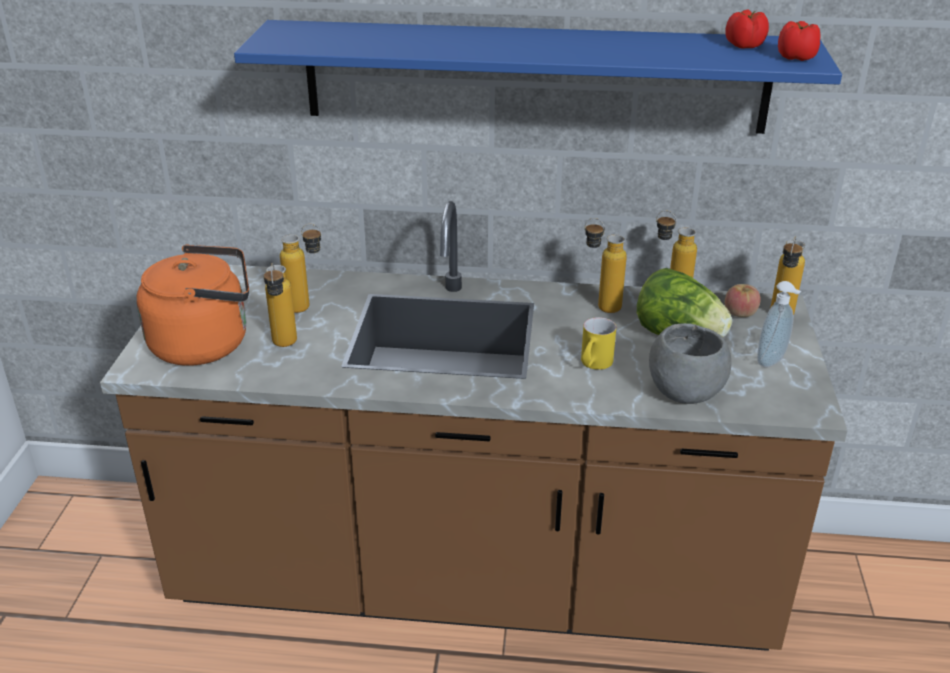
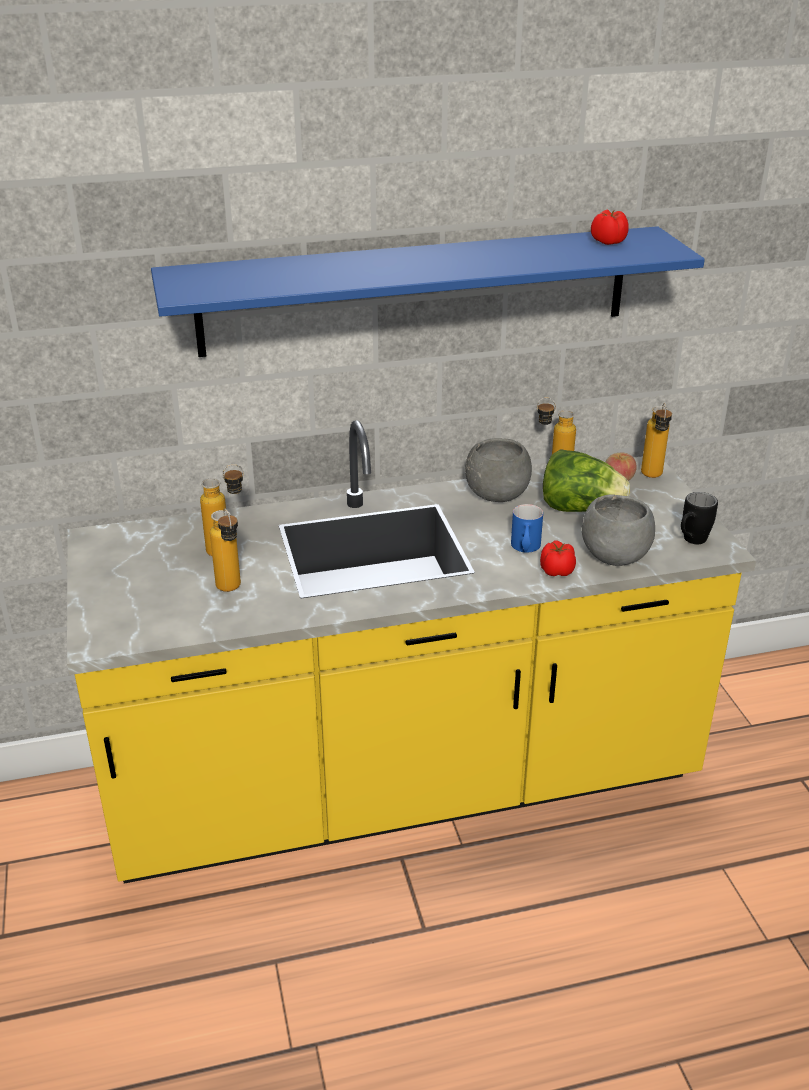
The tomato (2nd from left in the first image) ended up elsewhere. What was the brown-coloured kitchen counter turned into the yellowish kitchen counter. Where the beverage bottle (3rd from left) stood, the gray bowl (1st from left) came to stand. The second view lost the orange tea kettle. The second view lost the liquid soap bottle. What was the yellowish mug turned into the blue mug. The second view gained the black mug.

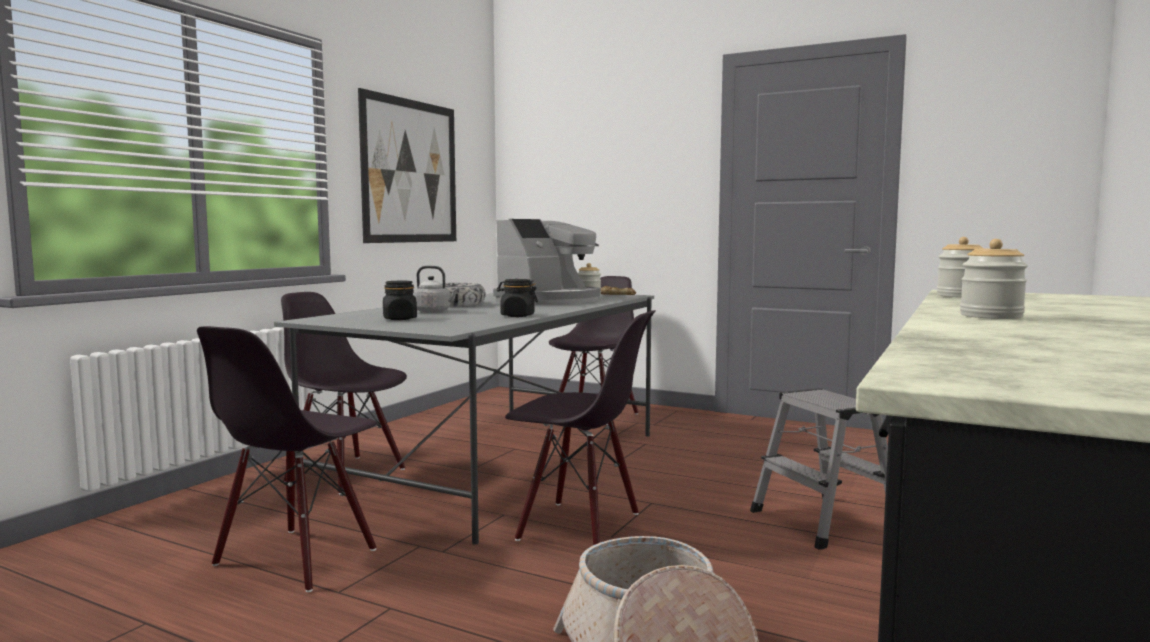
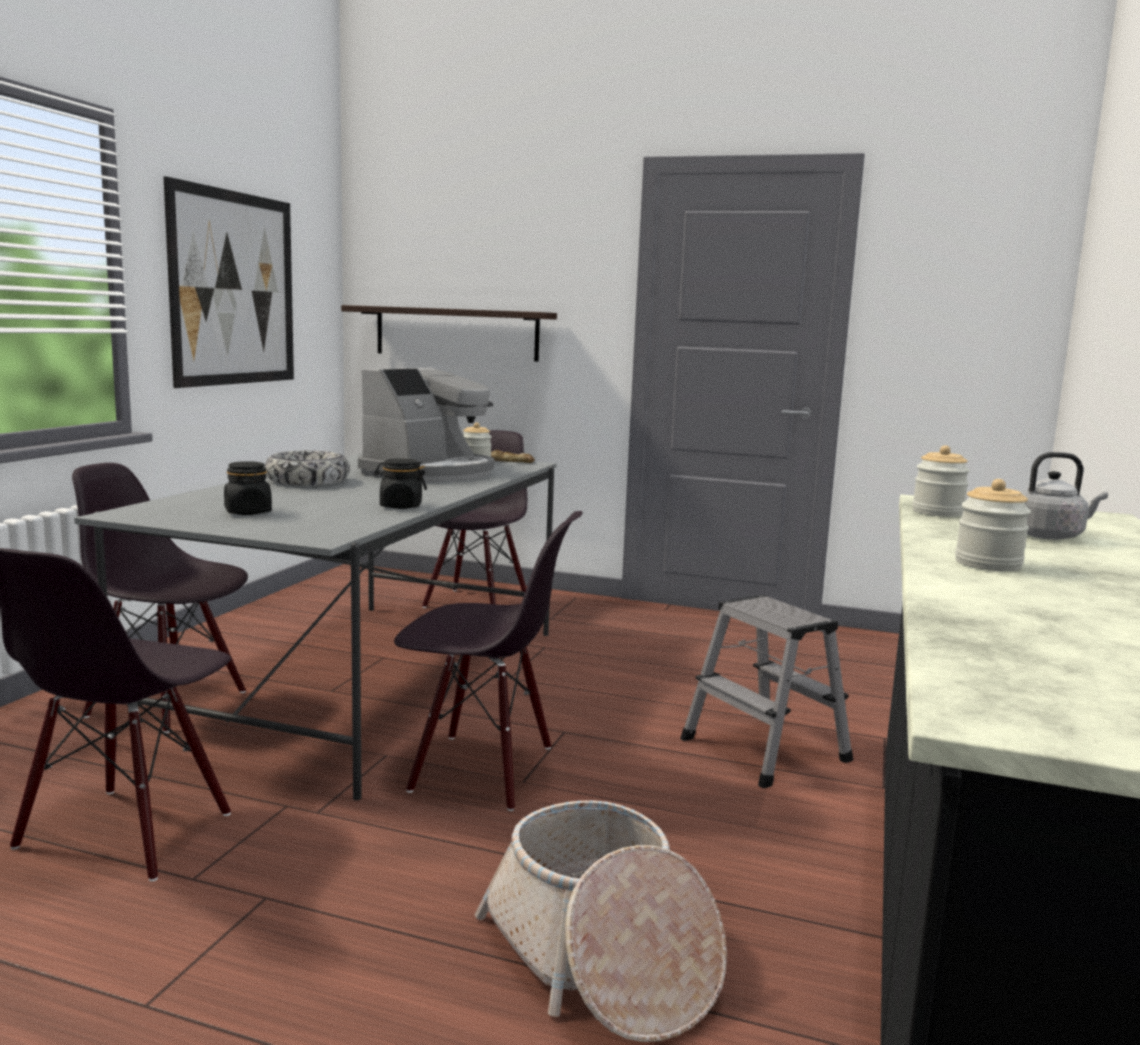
The gray tea kettle ended up elsewhere. The second view gained the bracket shelf.

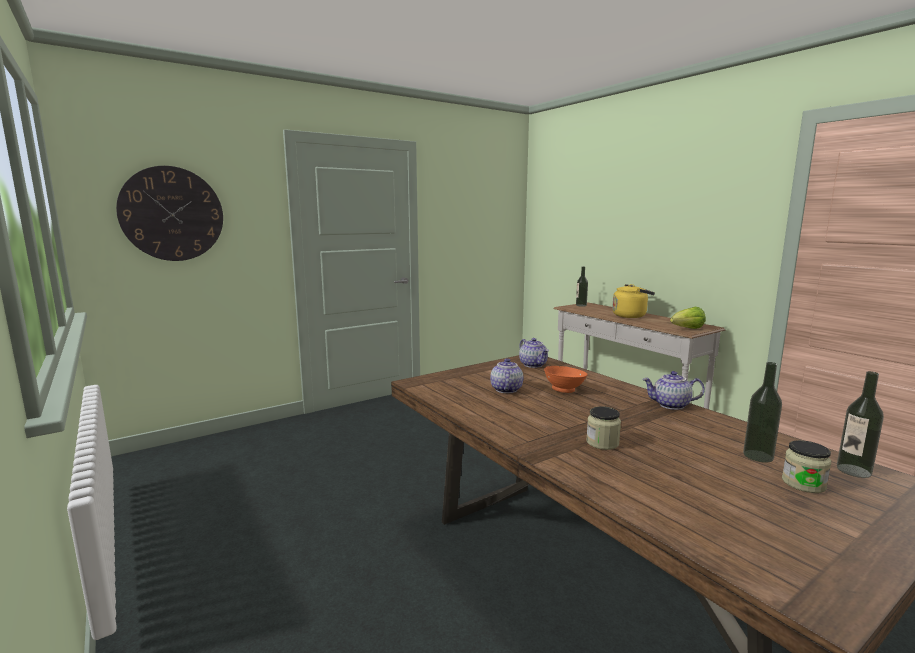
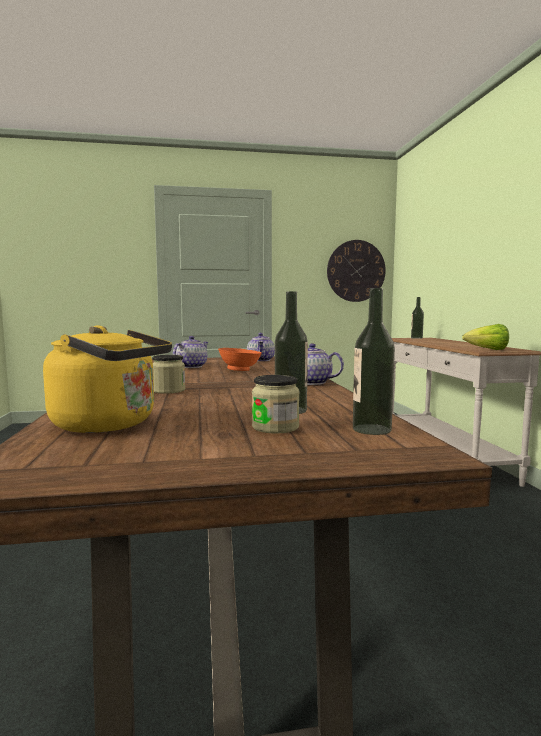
The clock on the wall ended up elsewhere. The yellowish tea kettle ended up elsewhere.

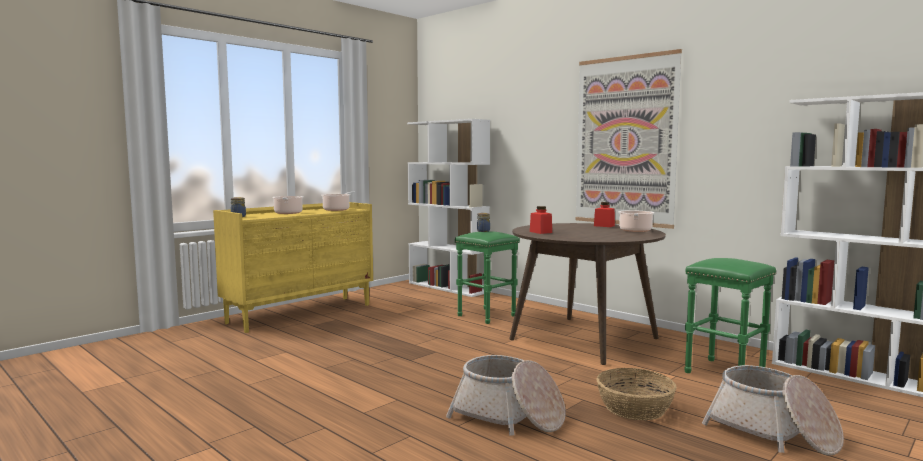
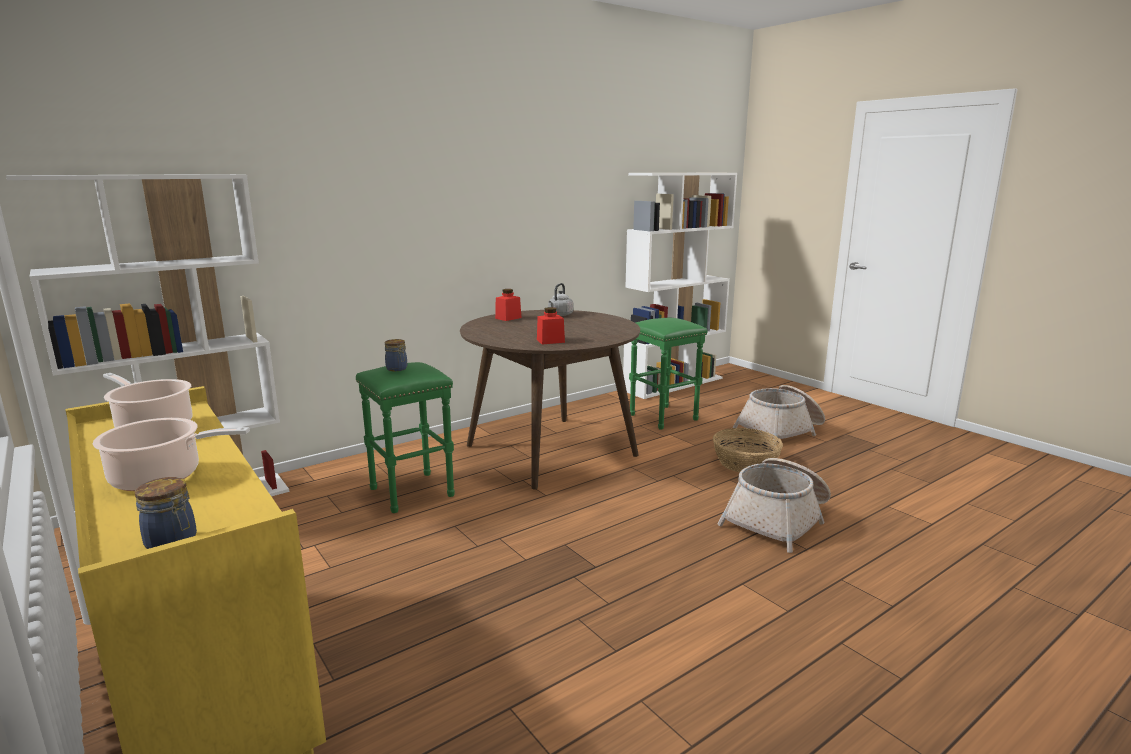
The second view lost the picture. Where the cooking pot (3rd from left) stood, the gray tea kettle came to stand.

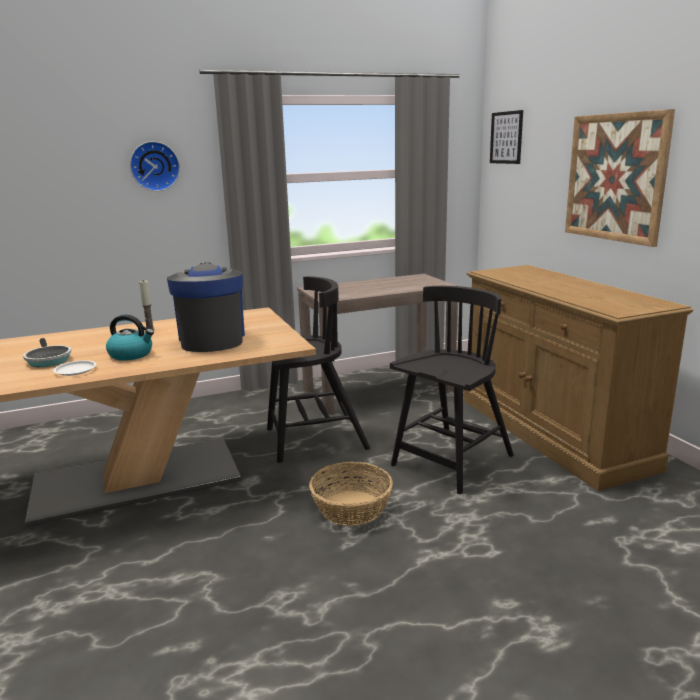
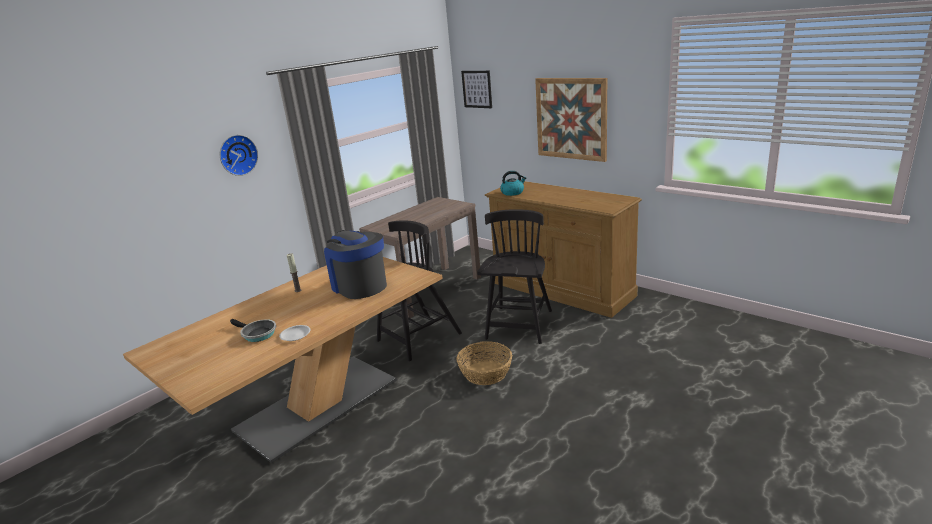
The tea kettle ended up elsewhere.

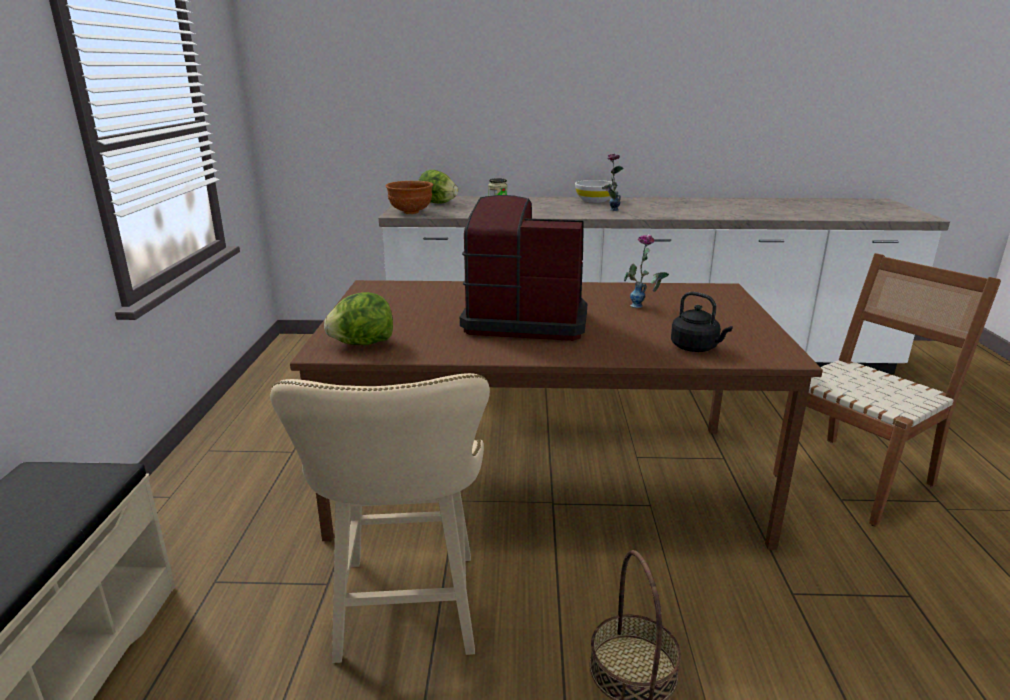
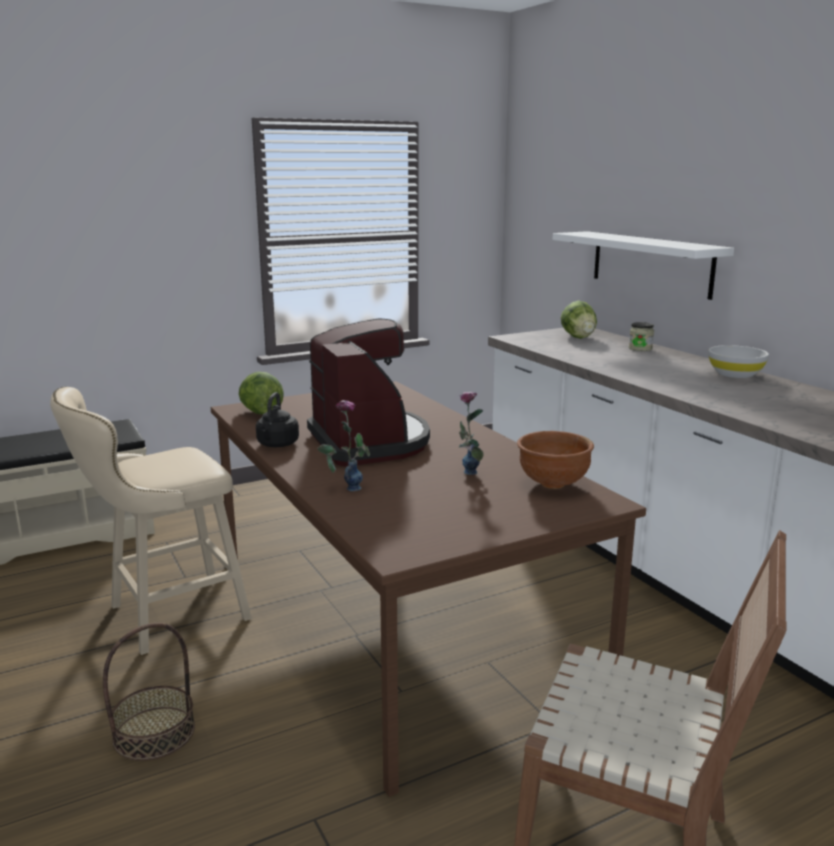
The vase (1st from left) ended up elsewhere. The brown-coloured bowl ended up elsewhere. The black tea kettle ended up elsewhere. The second view gained the white bracket shelf.

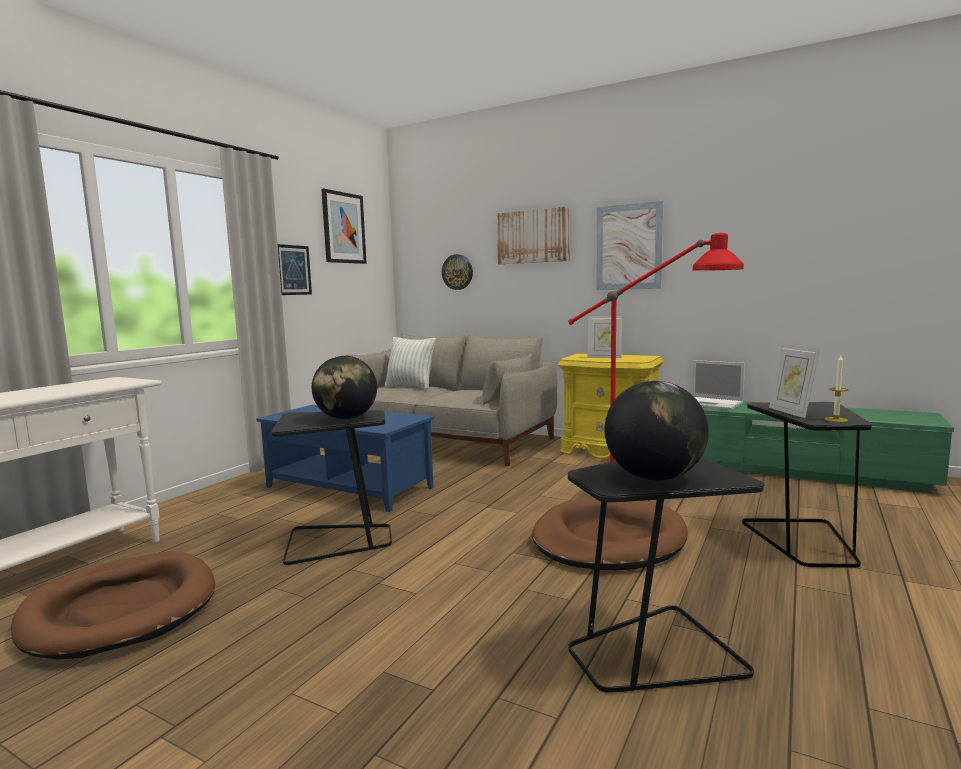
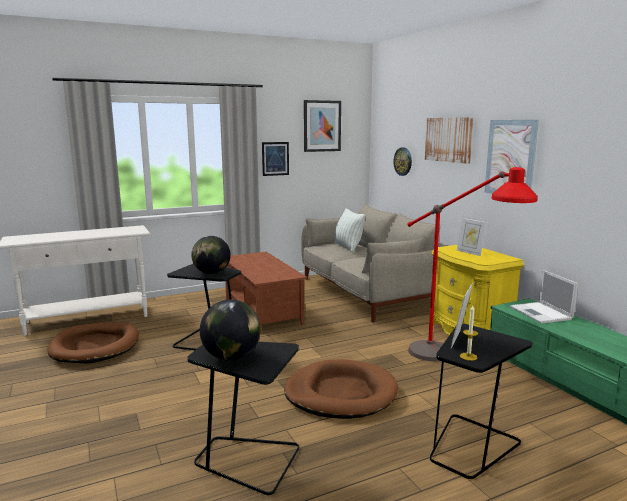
What was the blue coffee table turned into the brown-coloured coffee table.

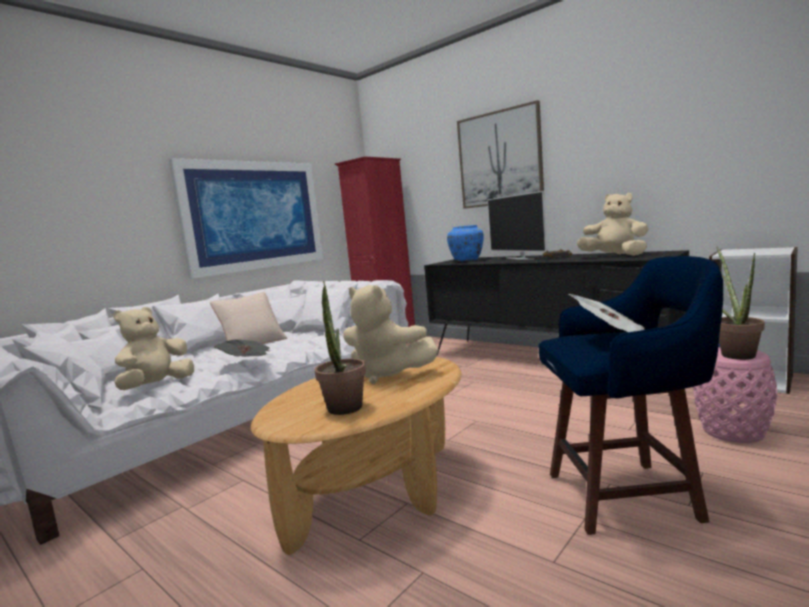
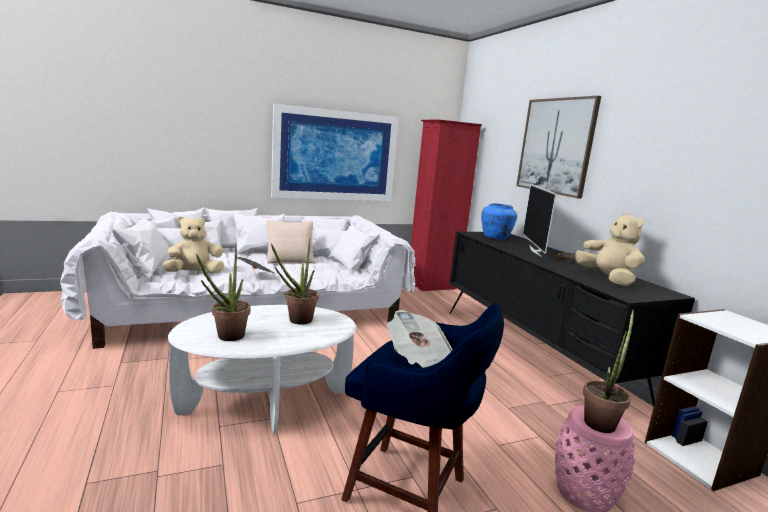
Where the beige-coloured soft toy (2nd from left) stood, the houseplant (2nd from left) came to stand. What was the brown-coloured coffee table turned into the white coffee table.

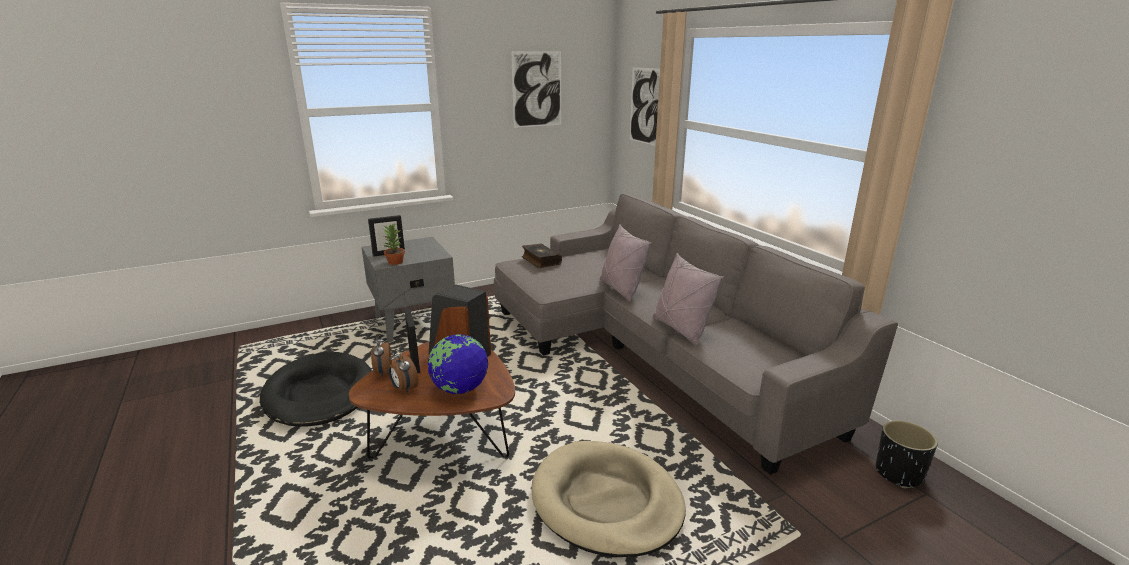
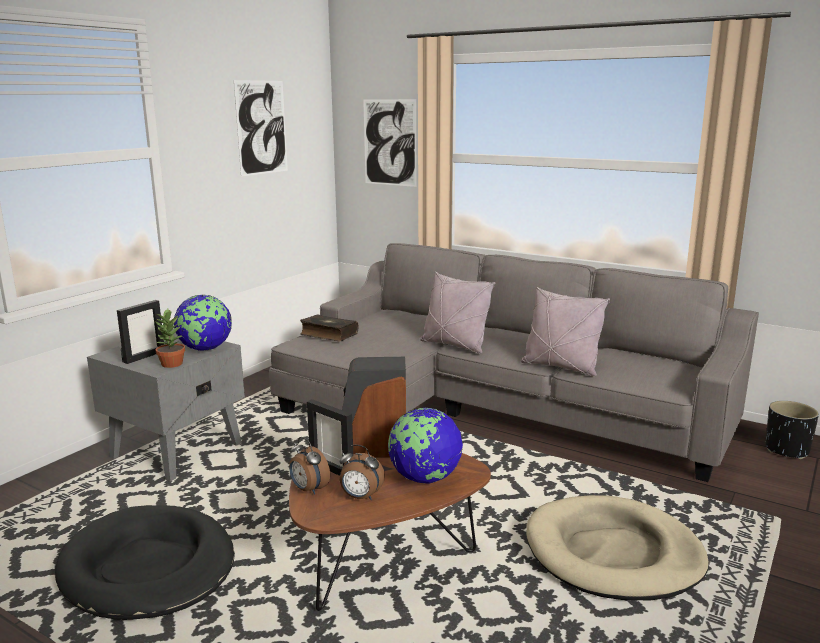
The second view gained the globe (1st from left).

